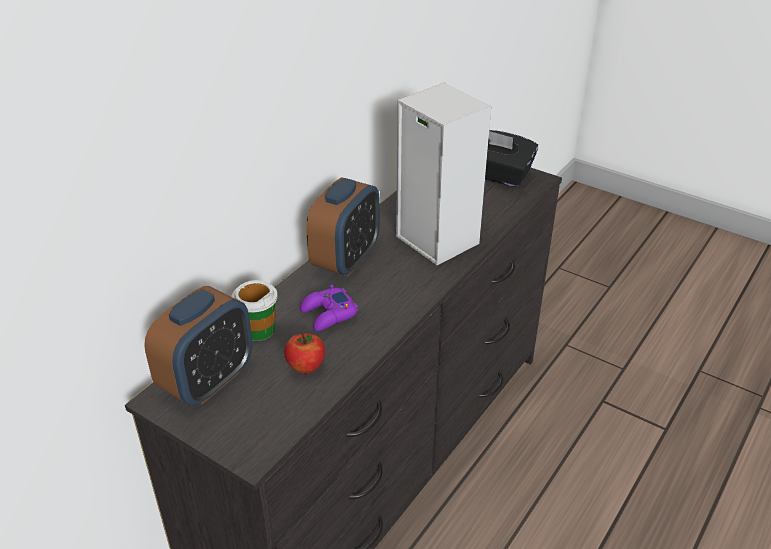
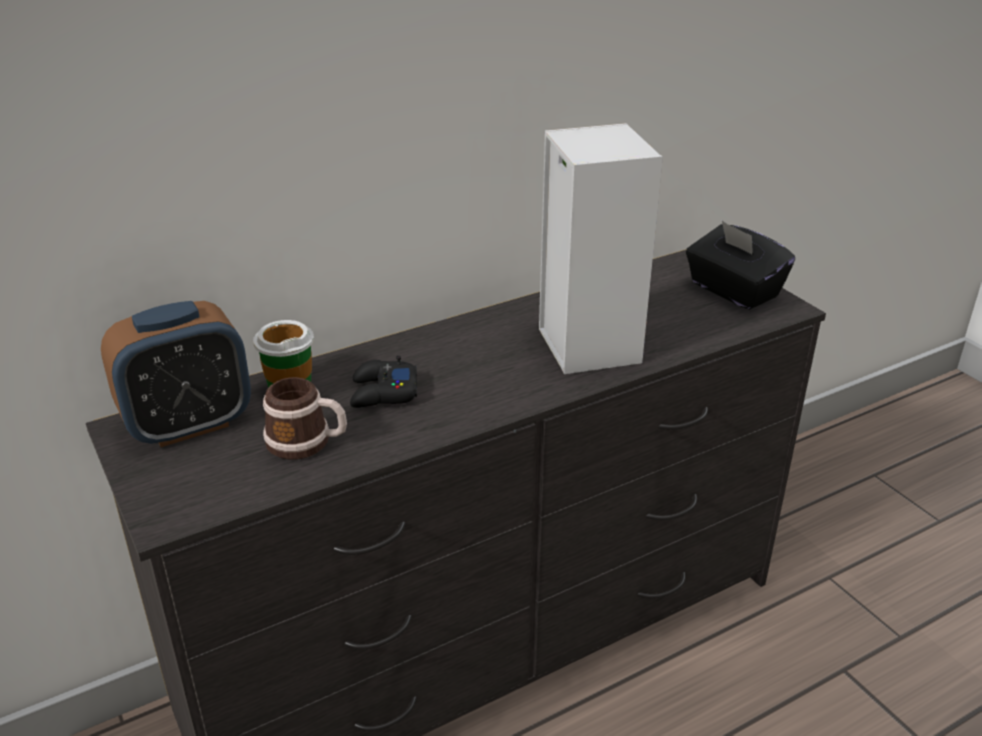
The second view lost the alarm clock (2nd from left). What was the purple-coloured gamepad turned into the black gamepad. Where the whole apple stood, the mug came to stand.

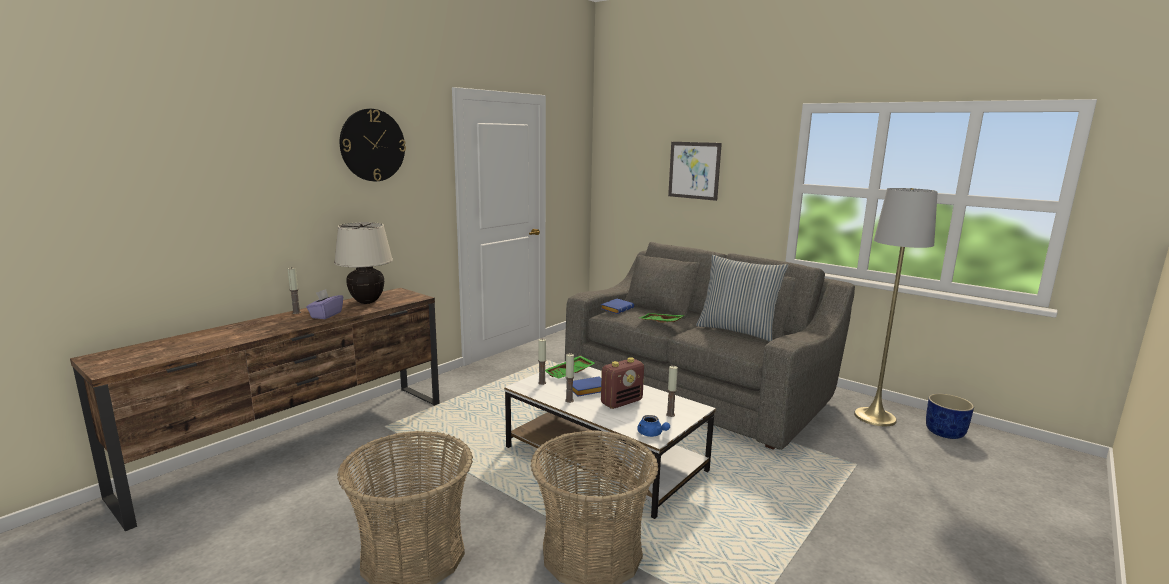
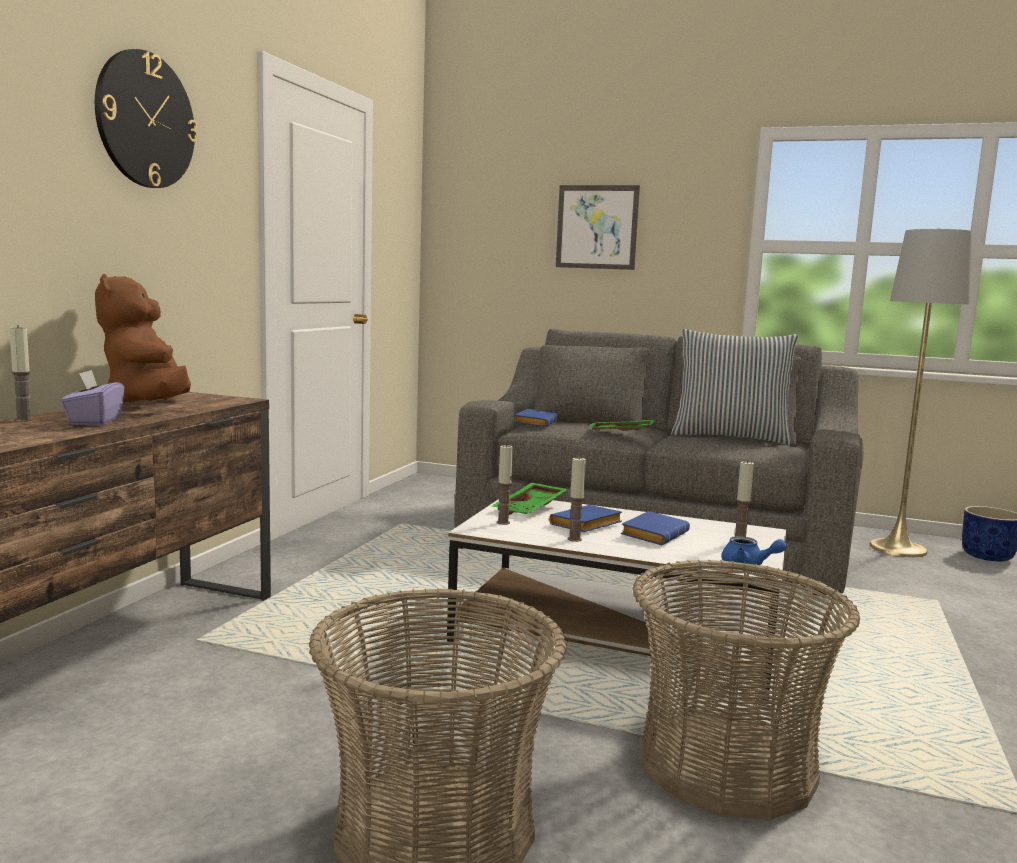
Where the beige-coloured tabletop lamp stood, the brown-coloured soft toy came to stand. Where the radio set stood, the blue bound book (3rd from left) came to stand.

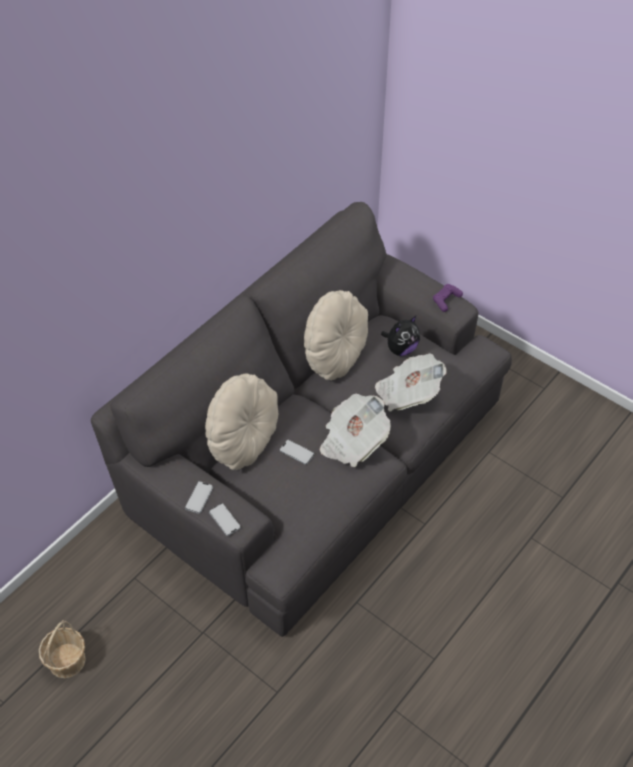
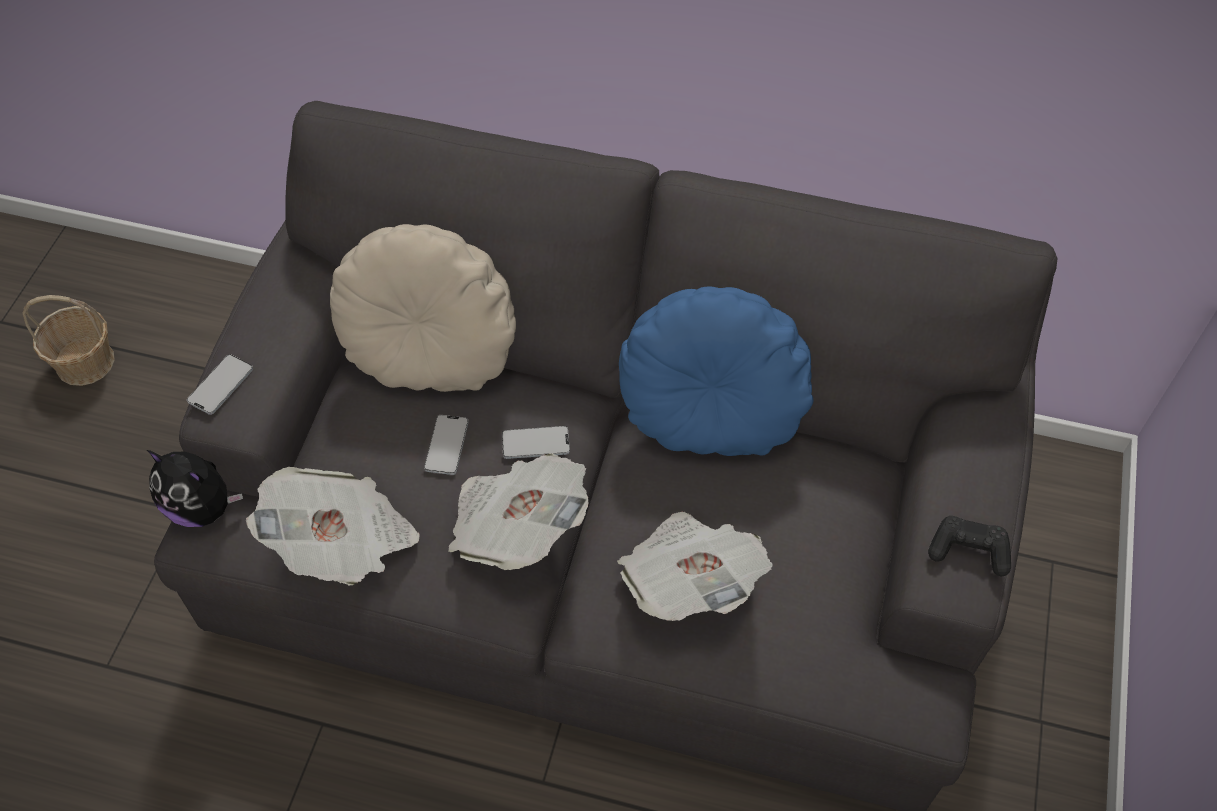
What was the purple-coloured gamepad turned into the black gamepad. What was the beige-coloured cushion (2nd from left) turned into the blue cushion. The soft toy ended up elsewhere. The handset (1st from left in the first image) ended up elsewhere. The second view gained the printed paper (1st from left).

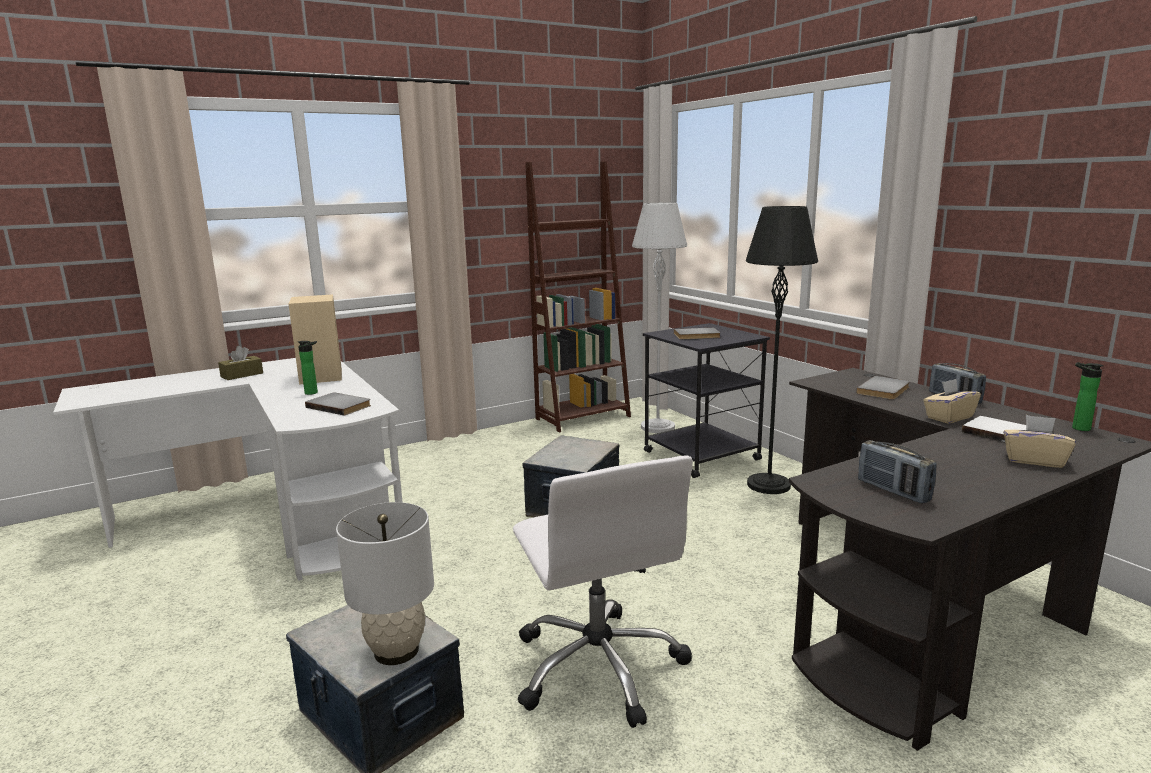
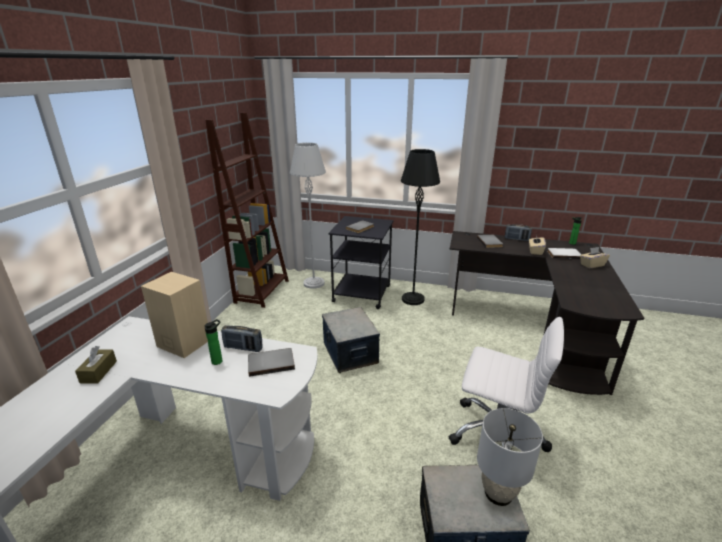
The radio set (1st from left) ended up elsewhere.

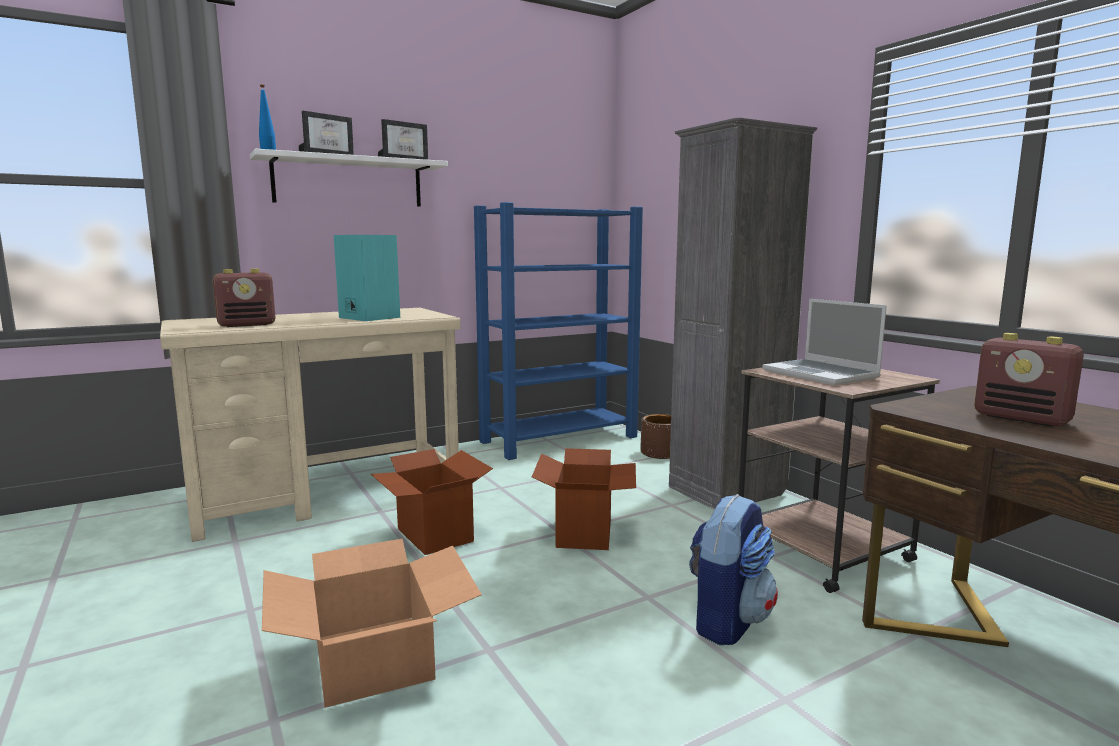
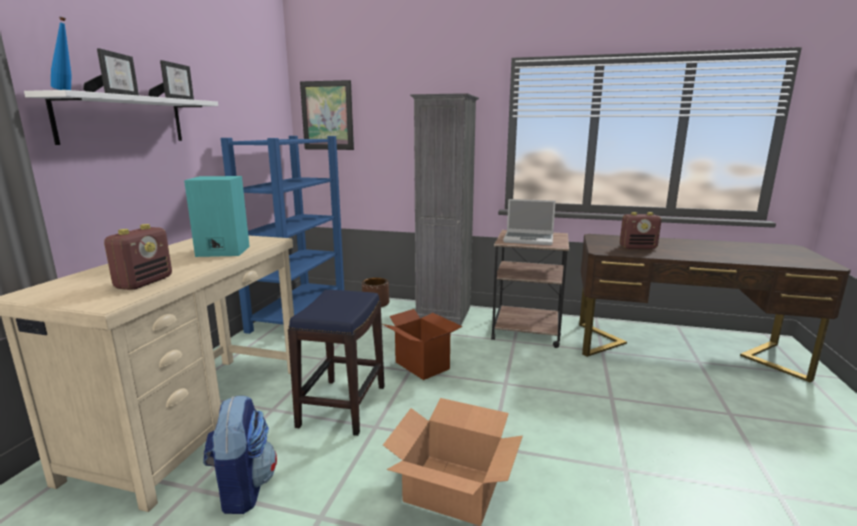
Where the packing box (2nd from left) stood, the sitting stool came to stand. The rucksack ended up elsewhere. The second view gained the picture.

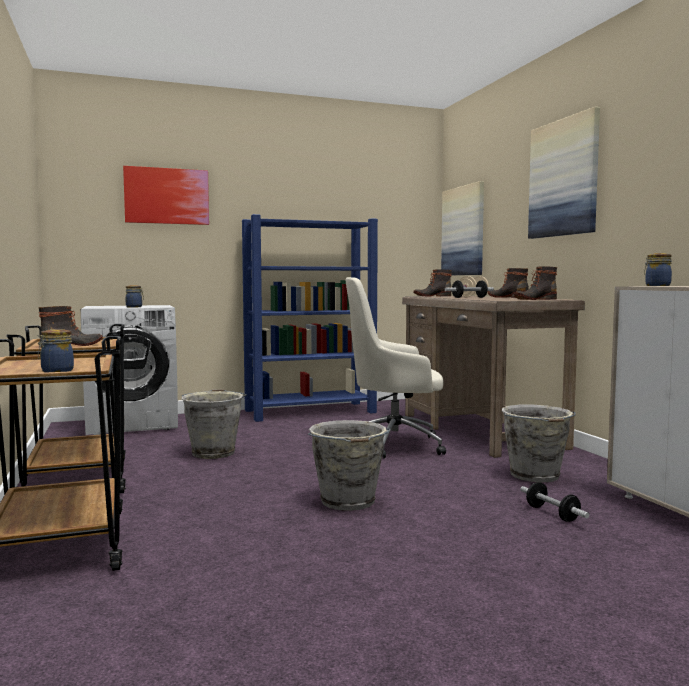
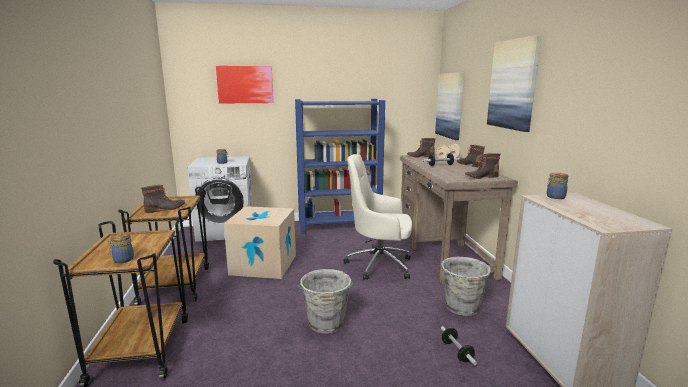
Where the gray pail (1st from left) stood, the packing box came to stand.

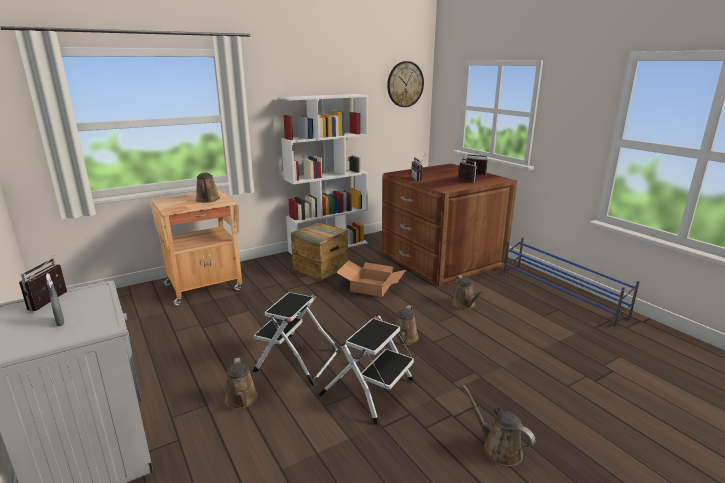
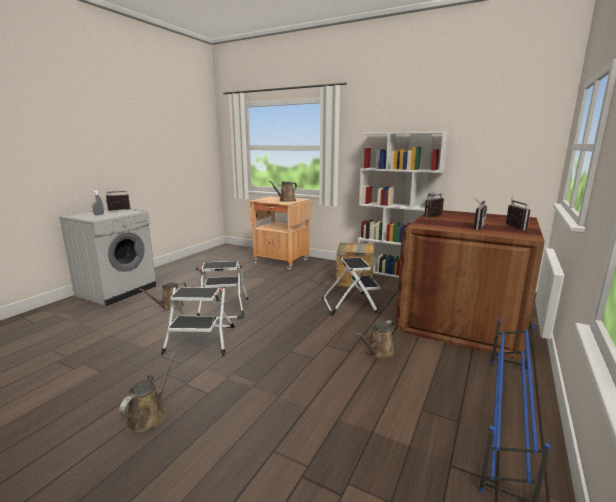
The second view lost the clock on the wall. Where the packing box stood, the stepladder (3rd from left) came to stand. The second view lost the brown-coloured watering pot (3rd from left).

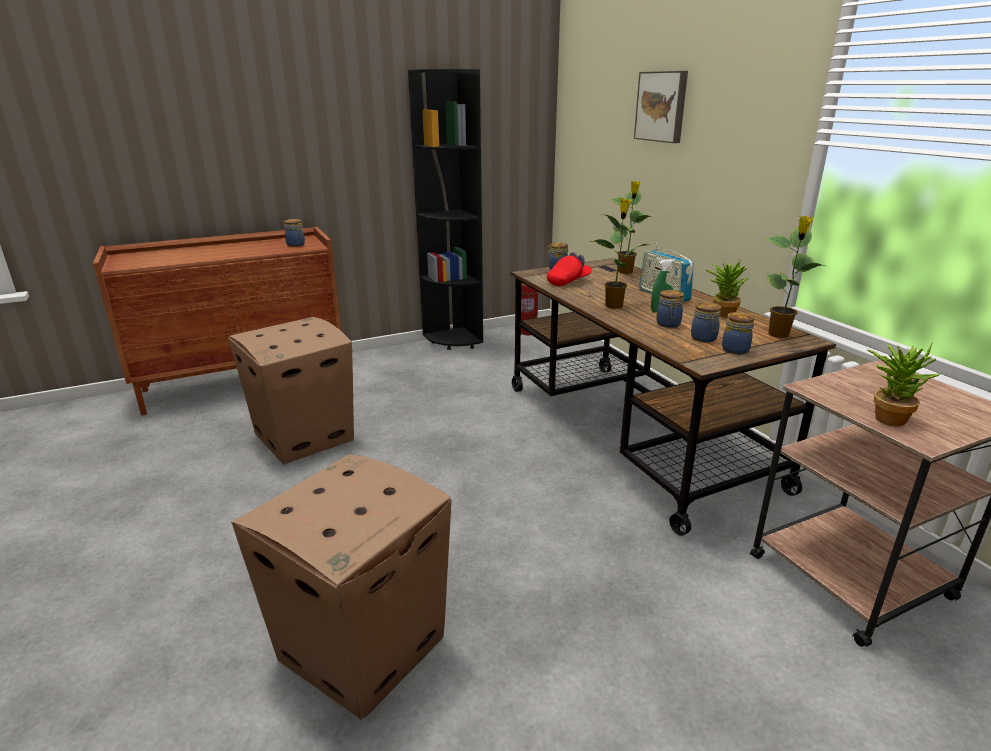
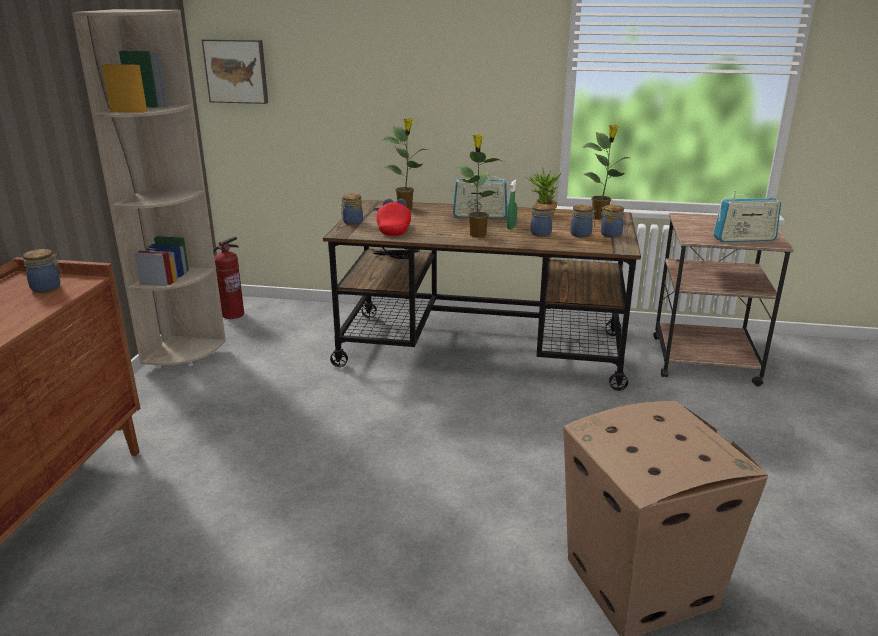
What was the black bookshelf turned into the beige-coloured bookshelf. The picture ended up elsewhere. The second view lost the packing box (1st from left). Where the houseplant (5th from left) stood, the radio set (2nd from left) came to stand.

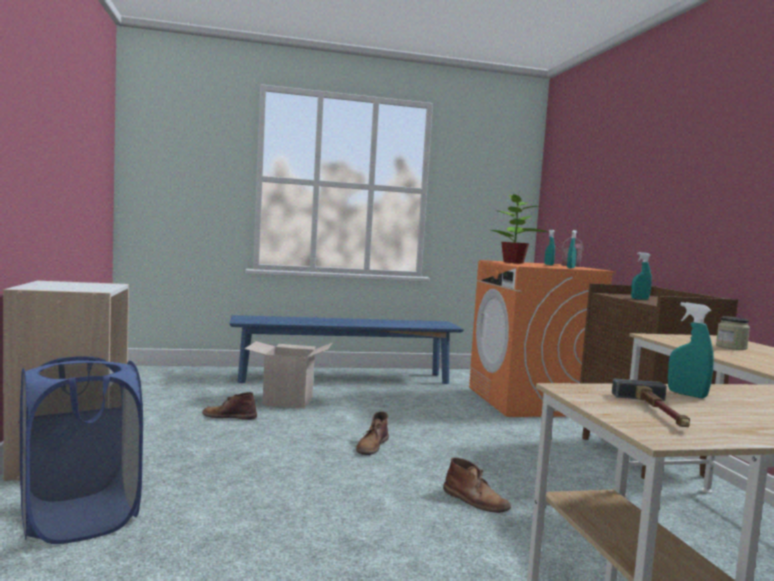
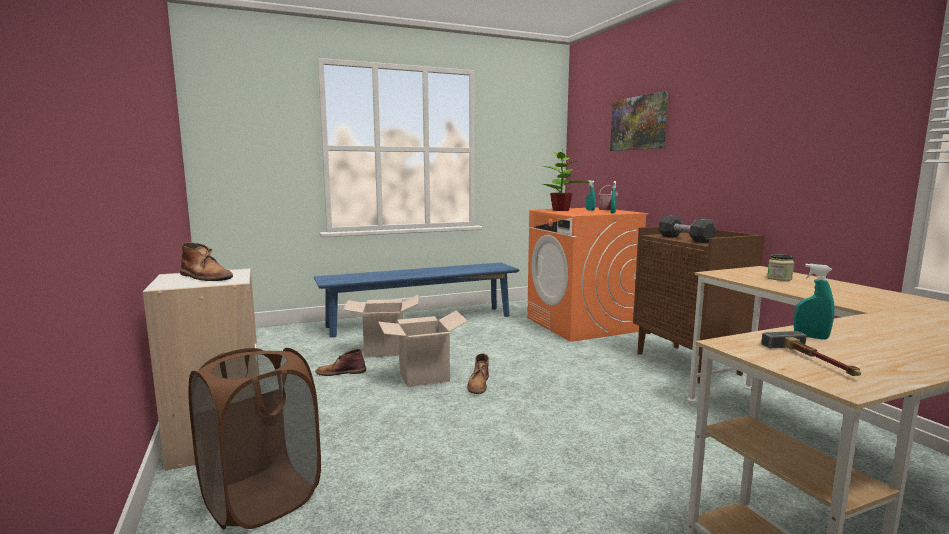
Where the turquoise-coloured hand sprayer (3rd from left) stood, the black hand weight came to stand. What was the blue laundry basket turned into the brown-coloured laundry basket. The brown-coloured high-top boot (3rd from left in the first image) ended up elsewhere. The second view gained the picture. The second view gained the packing box (2nd from left).

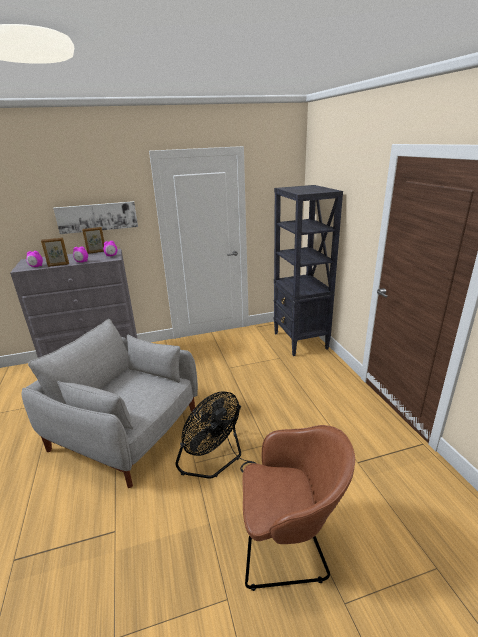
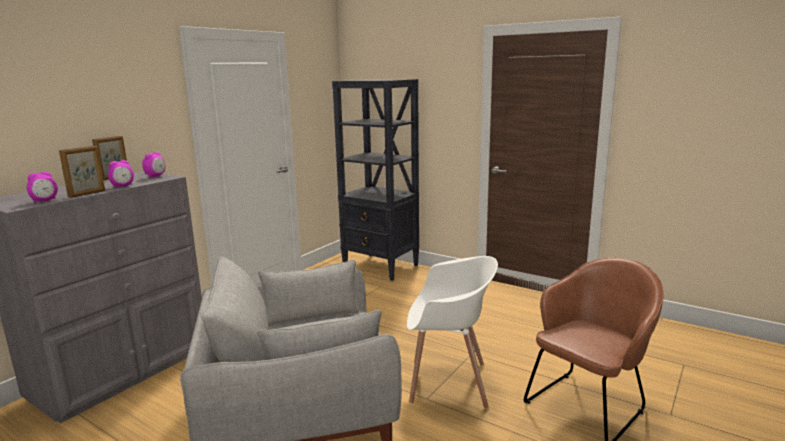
The second view lost the picture. Where the black cooling fan stood, the white upright chair came to stand.

